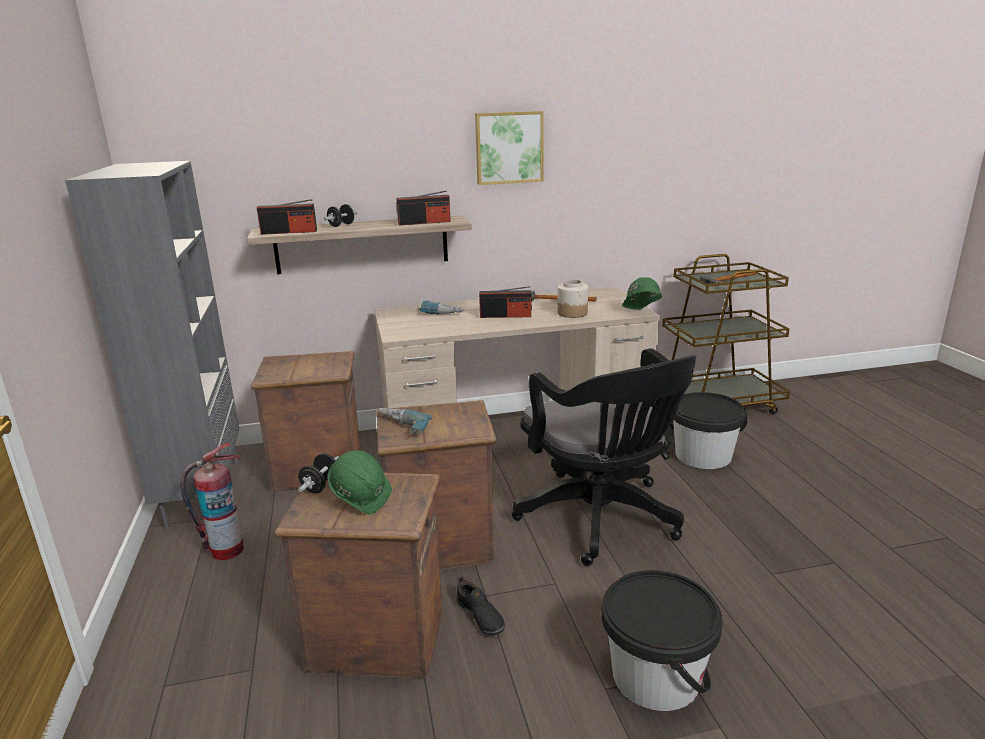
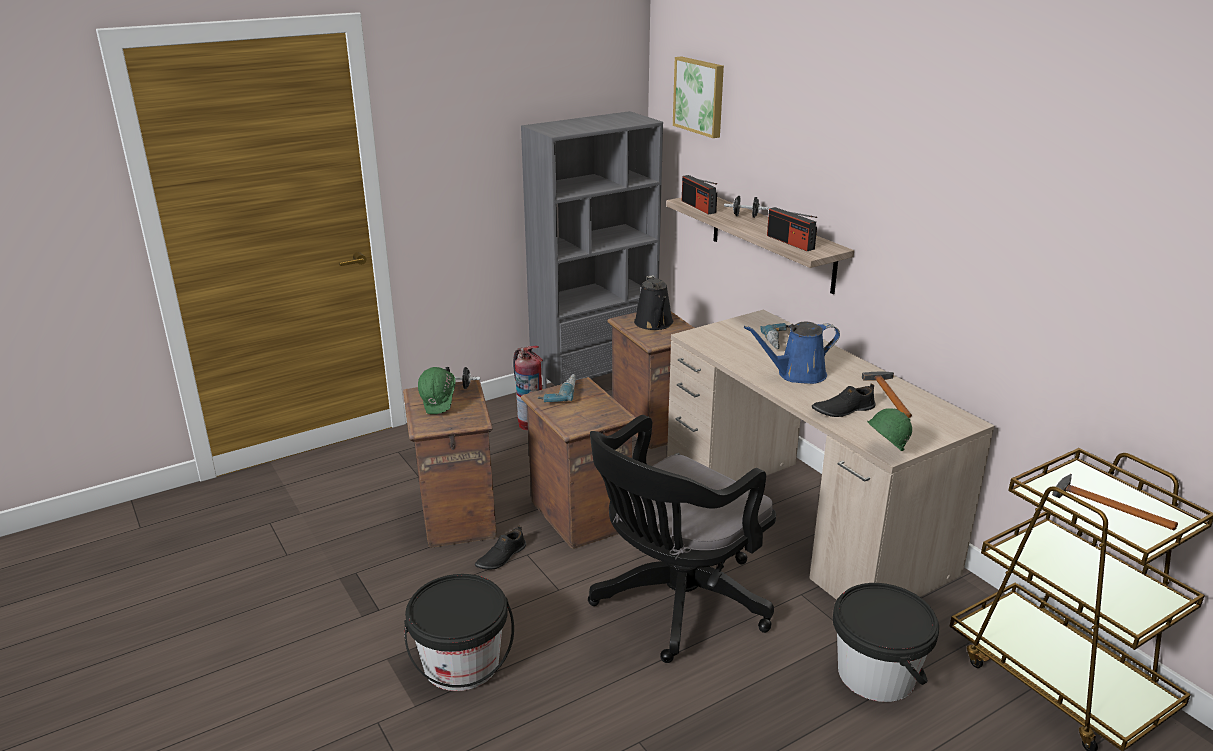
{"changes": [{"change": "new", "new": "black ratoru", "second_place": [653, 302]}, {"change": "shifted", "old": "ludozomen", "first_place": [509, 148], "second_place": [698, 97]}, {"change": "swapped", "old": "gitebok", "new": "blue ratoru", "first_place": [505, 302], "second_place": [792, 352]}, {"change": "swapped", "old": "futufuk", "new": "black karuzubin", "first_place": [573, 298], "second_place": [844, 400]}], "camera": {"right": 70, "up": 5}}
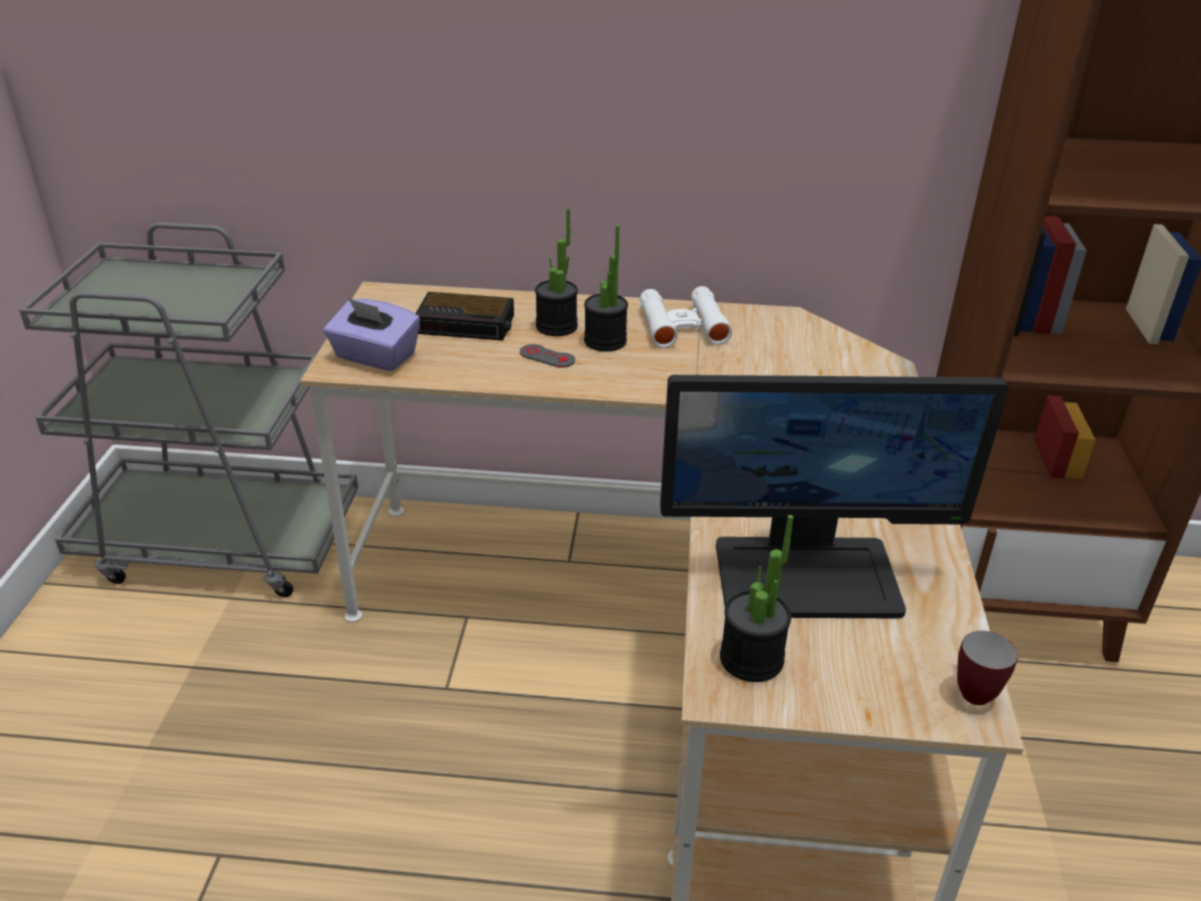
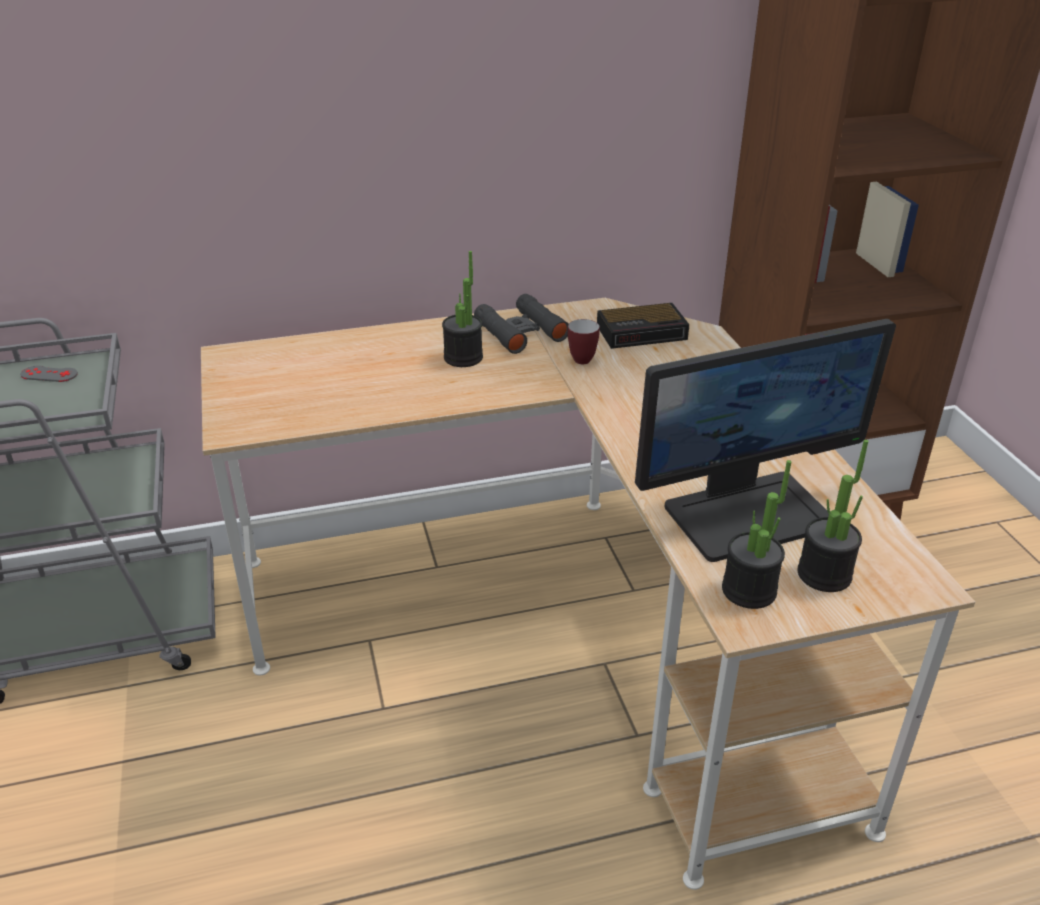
{"changes": [{"change": "shifted", "old": "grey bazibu", "first_place": [547, 356], "second_place": [49, 373]}, {"change": "repainted", "old": "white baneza", "new": "black baneza", "first_place": [686, 317], "second_place": [521, 324]}, {"change": "shifted", "old": "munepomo", "first_place": [987, 668], "second_place": [584, 341]}, {"change": "shifted", "old": "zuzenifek", "first_place": [464, 316], "second_place": [643, 326]}, {"change": "shifted", "old": "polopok", "first_place": [556, 272], "second_place": [833, 516]}, {"change": "gone", "old": "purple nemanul", "first_place": [372, 334]}], "camera": {"right": -20, "up": 0}}
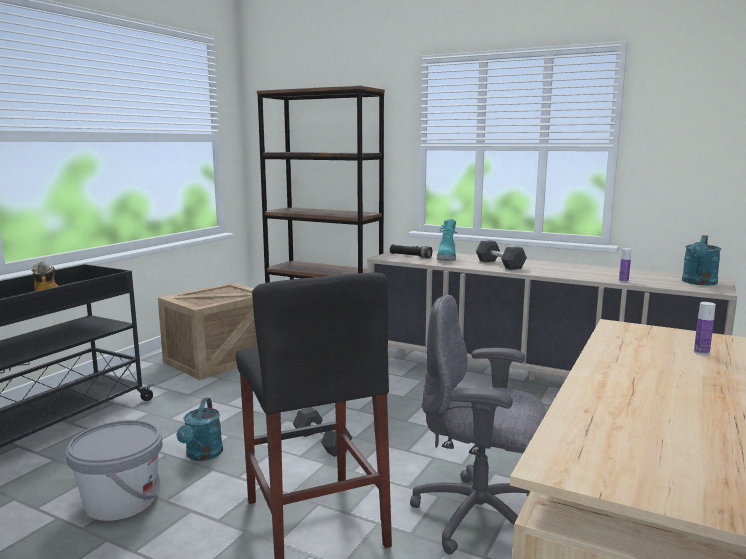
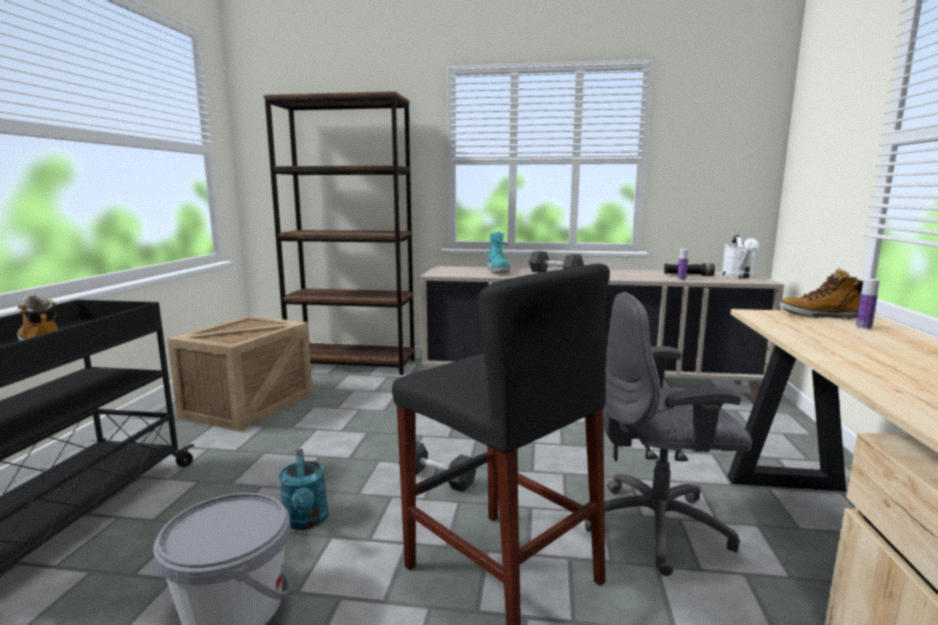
{"changes": [{"change": "shifted", "old": "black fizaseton", "first_place": [411, 251], "second_place": [689, 269]}, {"change": "repainted", "old": "turquoise ratoru", "new": "white ratoru", "first_place": [701, 260], "second_place": [740, 257]}, {"change": "new", "new": "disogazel", "second_place": [821, 293]}], "camera": {"right": -20, "up": 0}}
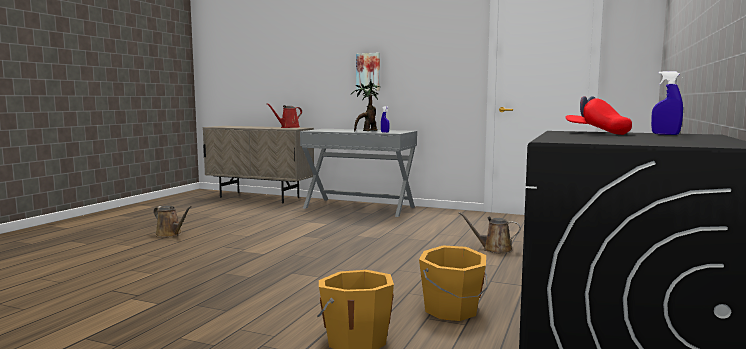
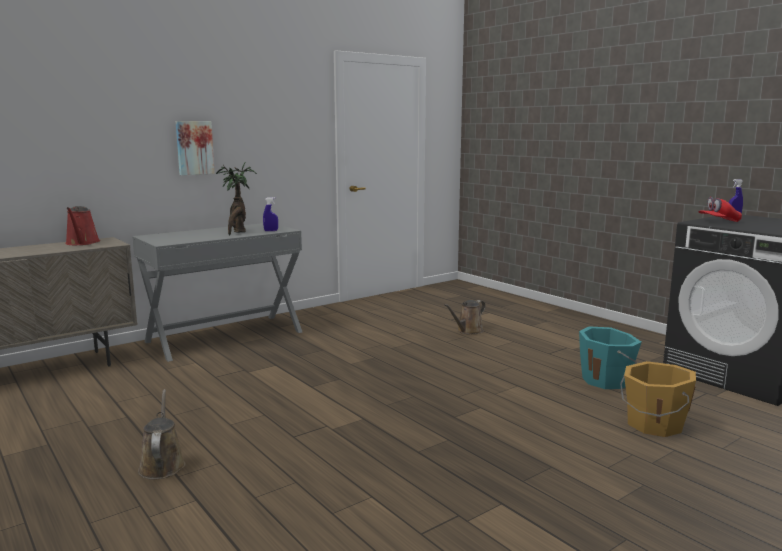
{"changes": [{"change": "rotated", "old": "brown ratoru", "first_place": [172, 221], "second_place": [162, 434], "degrees": -75}, {"change": "repainted", "old": "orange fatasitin", "new": "turquoise fatasitin", "first_place": [453, 283], "second_place": [610, 357]}], "camera": {"right": -60, "up": 5}}
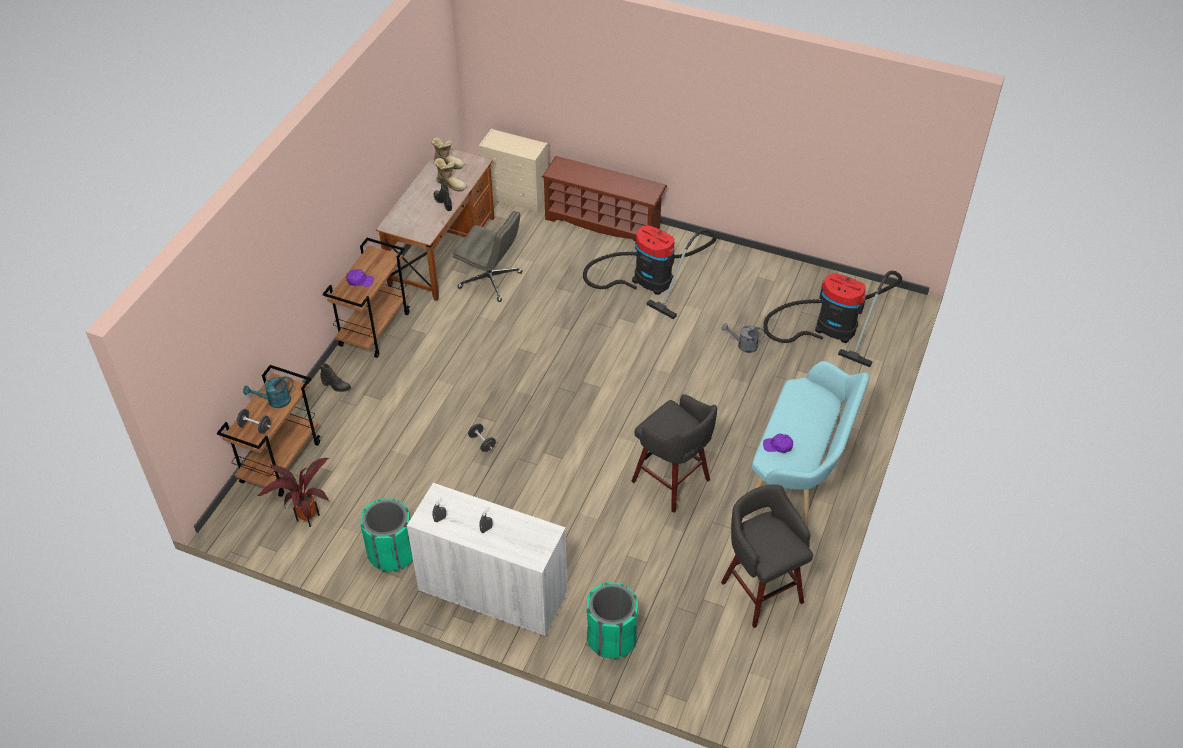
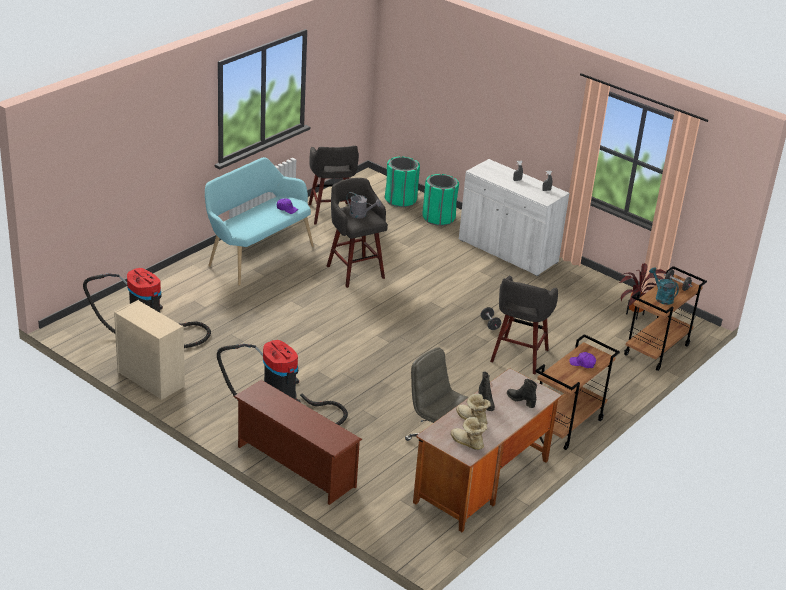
{"changes": [{"change": "shifted", "old": "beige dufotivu", "first_place": [513, 171], "second_place": [149, 350]}, {"change": "shifted", "old": "grey ratoru", "first_place": [743, 338], "second_place": [363, 205]}, {"change": "shifted", "old": "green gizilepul", "first_place": [387, 534], "second_place": [402, 182]}, {"change": "new", "new": "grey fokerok", "second_place": [524, 324]}, {"change": "shifted", "old": "black disogazel", "first_place": [335, 377], "second_place": [522, 393]}, {"change": "rotated", "old": "turquoise ratoru", "first_place": [268, 392], "second_place": [664, 286], "degrees": -120}], "camera": {"right": -165, "up": -15}}
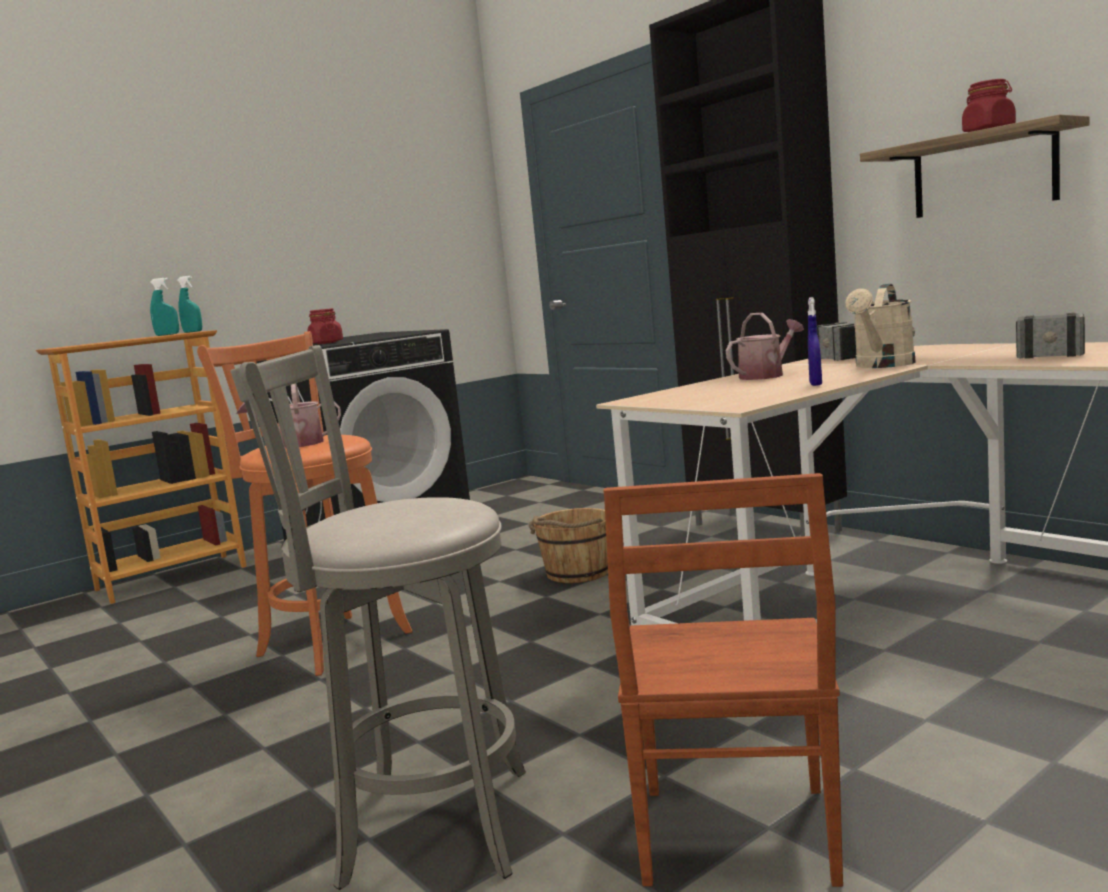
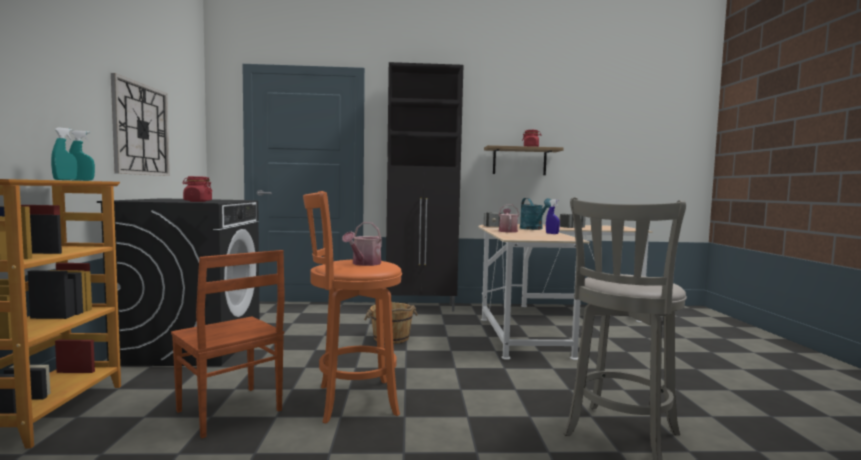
{"changes": [{"change": "new", "new": "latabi", "second_place": [140, 124]}, {"change": "shifted", "old": "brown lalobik", "first_place": [723, 680], "second_place": [228, 344]}, {"change": "repainted", "old": "beige ratoru", "new": "turquoise ratoru", "first_place": [880, 326], "second_place": [535, 214]}], "camera": {"right": -55, "up": -5}}
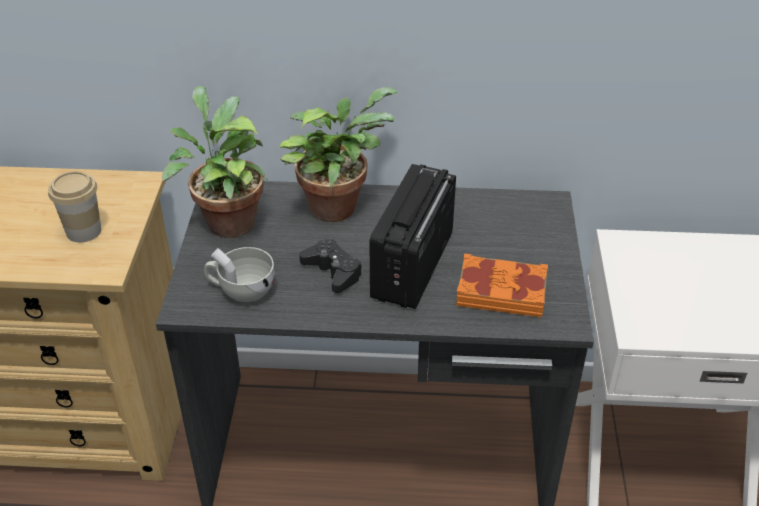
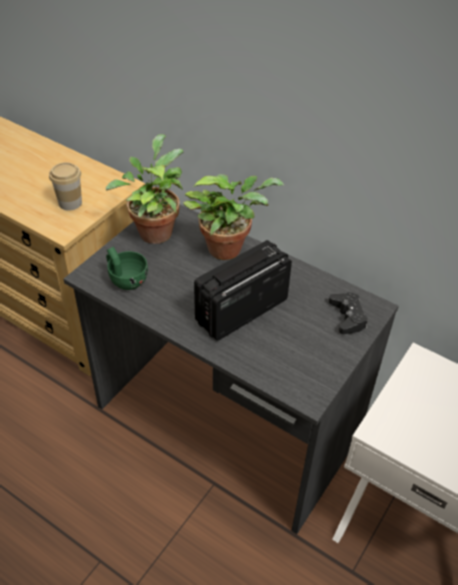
{"changes": [{"change": "repainted", "old": "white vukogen", "new": "green vukogen", "first_place": [239, 274], "second_place": [127, 268]}, {"change": "shifted", "old": "black bazibu", "first_place": [330, 266], "second_place": [348, 313]}, {"change": "gone", "old": "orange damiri", "first_place": [502, 285]}], "camera": {"right": 30, "up": 5}}
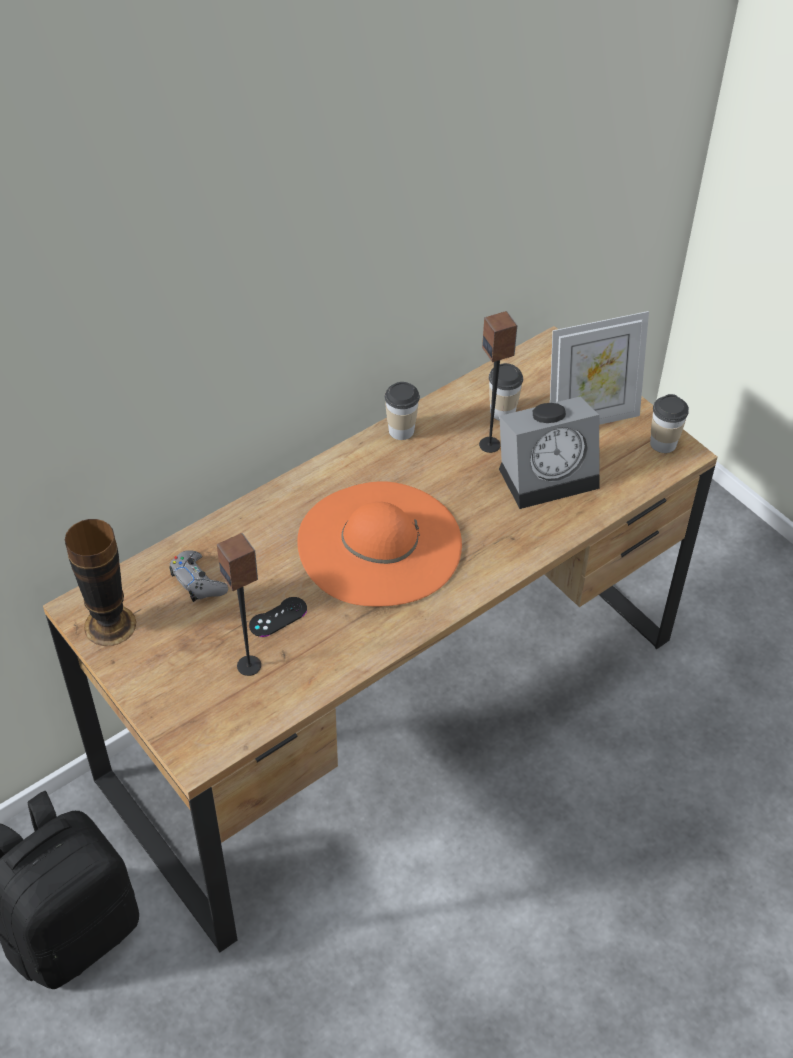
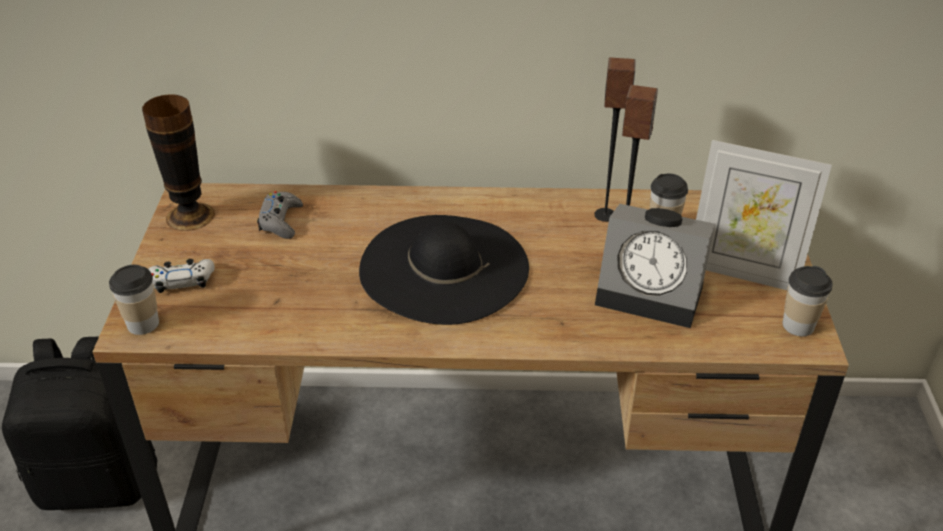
{"changes": [{"change": "shifted", "old": "vukogen", "first_place": [402, 411], "second_place": [134, 300]}, {"change": "new", "new": "white bazibu", "second_place": [182, 276]}, {"change": "repainted", "old": "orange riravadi", "new": "black riravadi", "first_place": [379, 543], "second_place": [444, 270]}, {"change": "shifted", "old": "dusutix", "first_place": [239, 604], "second_place": [614, 139]}, {"change": "gone", "old": "black bazibu", "first_place": [278, 617]}], "camera": {"right": 40, "up": -10}}
